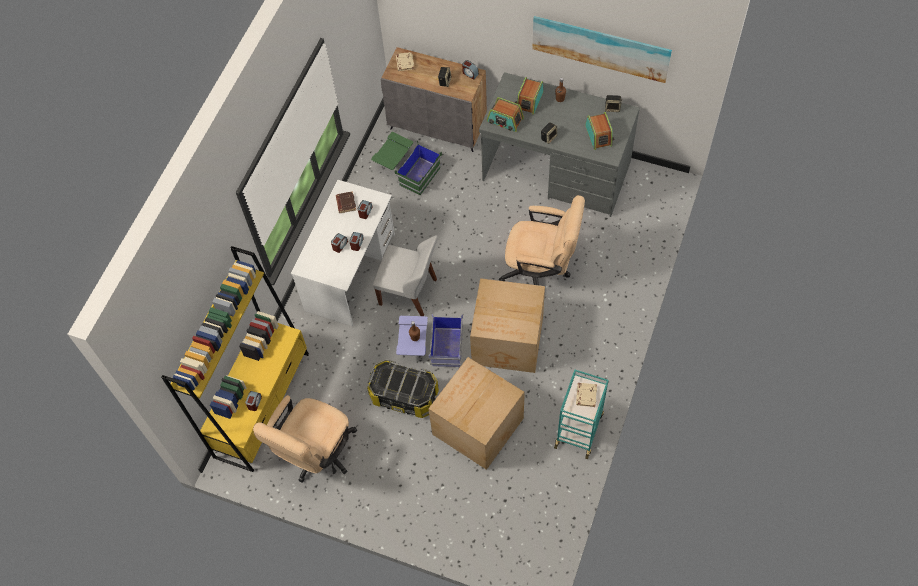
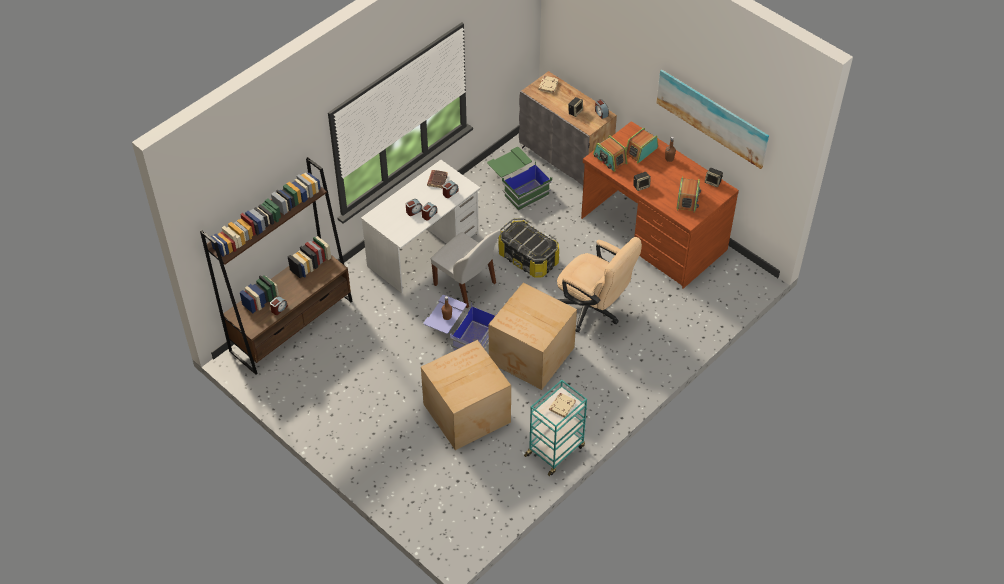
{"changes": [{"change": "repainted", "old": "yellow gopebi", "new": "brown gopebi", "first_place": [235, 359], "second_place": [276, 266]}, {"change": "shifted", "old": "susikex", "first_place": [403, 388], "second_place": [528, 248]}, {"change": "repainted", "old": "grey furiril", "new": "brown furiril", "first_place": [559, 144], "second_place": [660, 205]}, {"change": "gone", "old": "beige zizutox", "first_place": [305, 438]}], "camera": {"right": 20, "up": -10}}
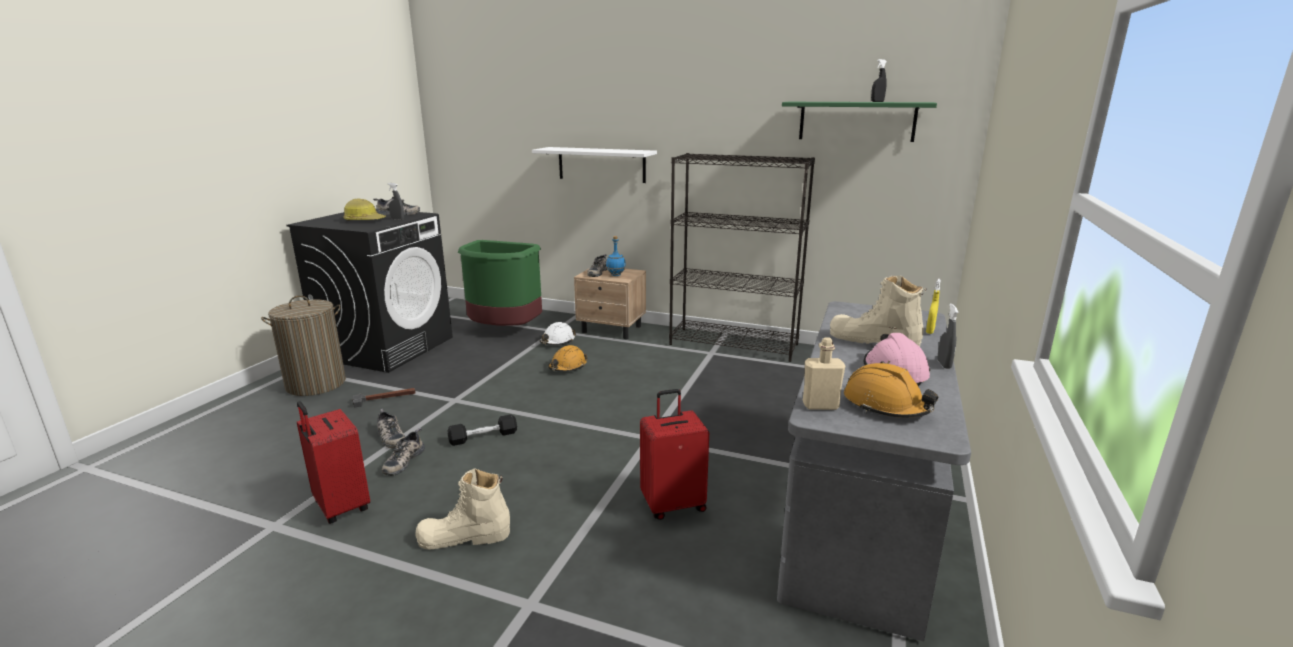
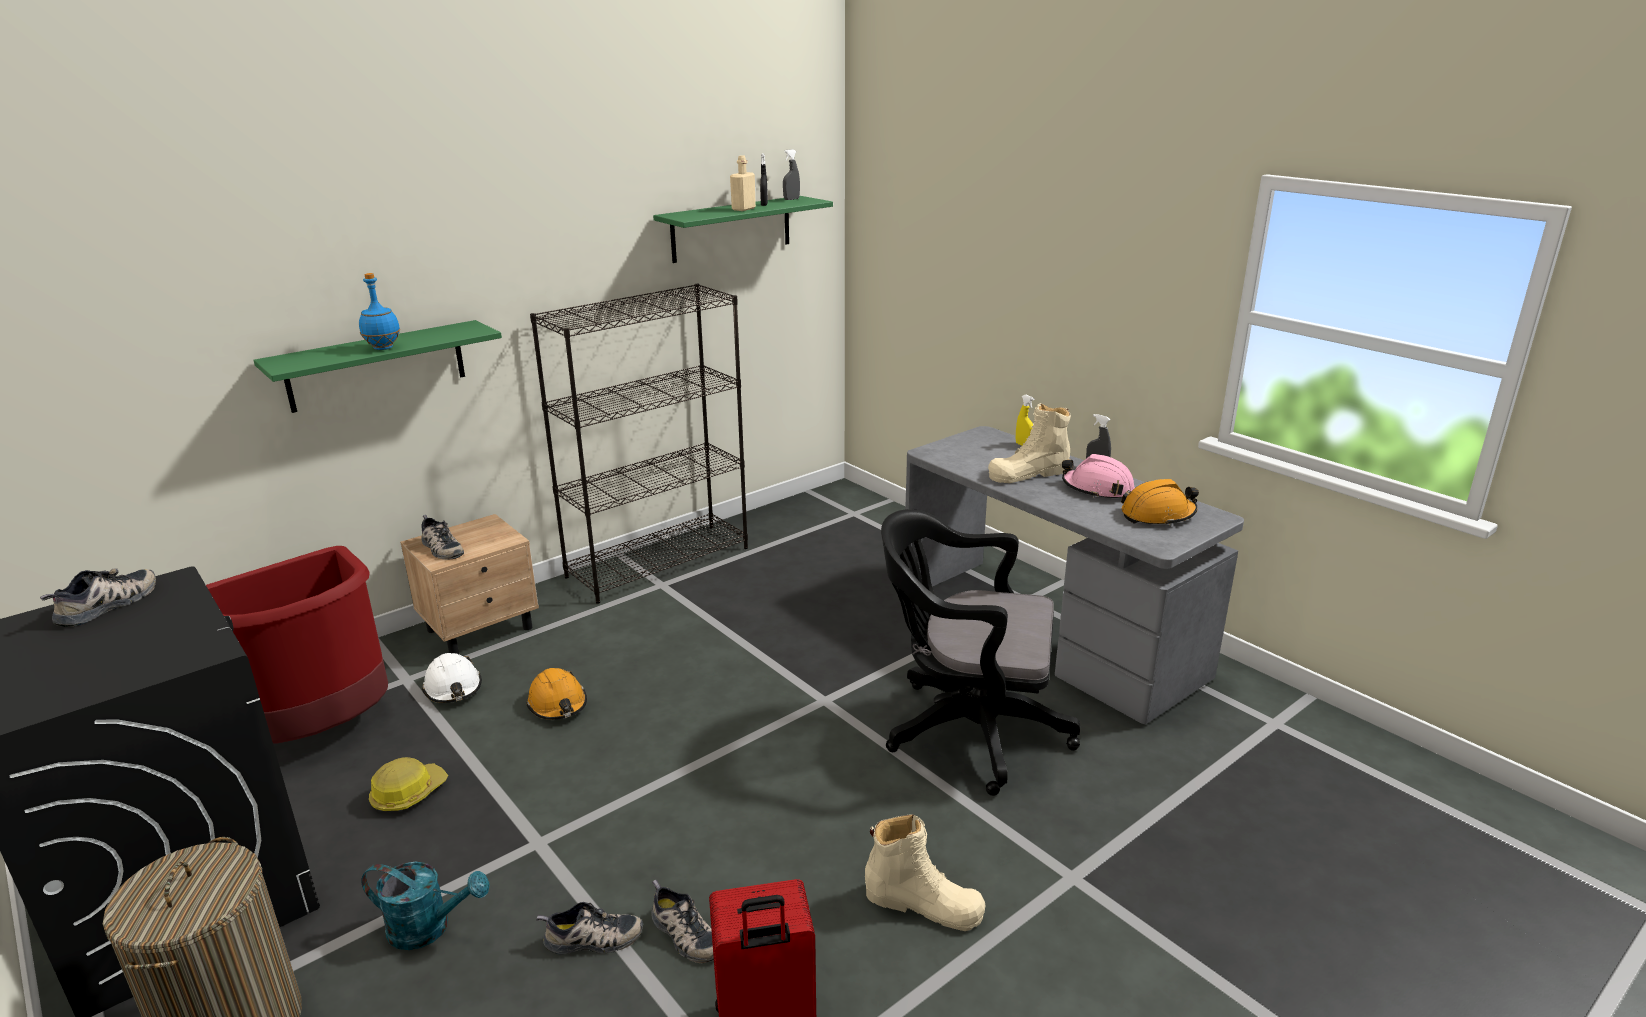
{"changes": [{"change": "repainted", "old": "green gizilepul", "new": "red gizilepul", "first_place": [500, 283], "second_place": [297, 645]}, {"change": "repainted", "old": "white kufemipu", "new": "green kufemipu", "first_place": [594, 165], "second_place": [378, 366]}, {"change": "shifted", "old": "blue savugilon", "first_place": [616, 256], "second_place": [379, 311]}, {"change": "swapped", "old": "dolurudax", "new": "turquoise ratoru", "first_place": [384, 398], "second_place": [425, 906]}, {"change": "shifted", "old": "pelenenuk", "first_place": [364, 210], "second_place": [408, 784]}, {"change": "shifted", "old": "beige savugilon", "first_place": [824, 373], "second_place": [743, 183]}, {"change": "shifted", "old": "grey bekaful", "first_place": [395, 201], "second_place": [791, 174]}, {"change": "rotated", "old": "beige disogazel", "first_place": [462, 509], "second_place": [925, 872], "degrees": -90}, {"change": "swapped", "old": "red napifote", "new": "black zizutox", "first_place": [674, 454], "second_place": [980, 652]}, {"change": "gone", "old": "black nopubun", "first_place": [482, 430]}], "camera": {"right": -60, "up": 5}}
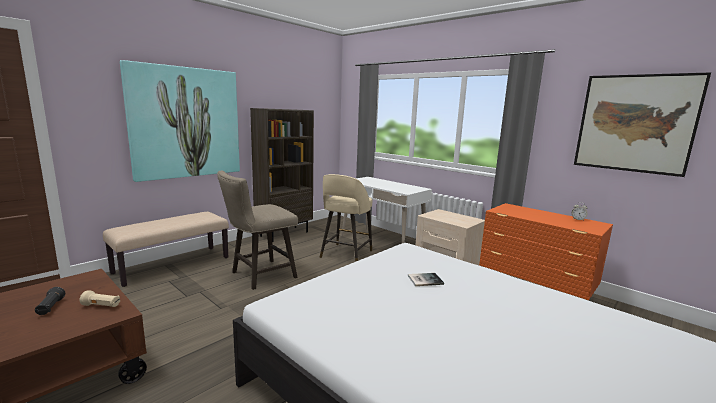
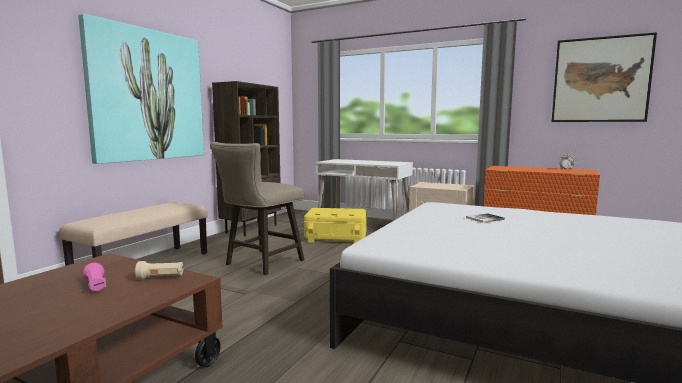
{"changes": [{"change": "repainted", "old": "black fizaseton", "new": "pink fizaseton", "first_place": [50, 301], "second_place": [94, 277]}, {"change": "swapped", "old": "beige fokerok", "new": "yellow susikex", "first_place": [346, 218], "second_place": [335, 225]}], "camera": {"right": -15, "up": -5}}
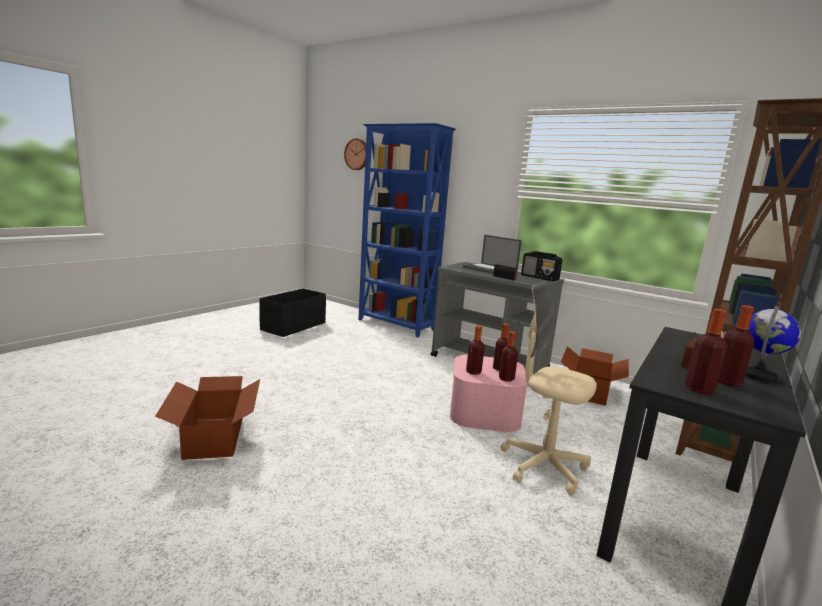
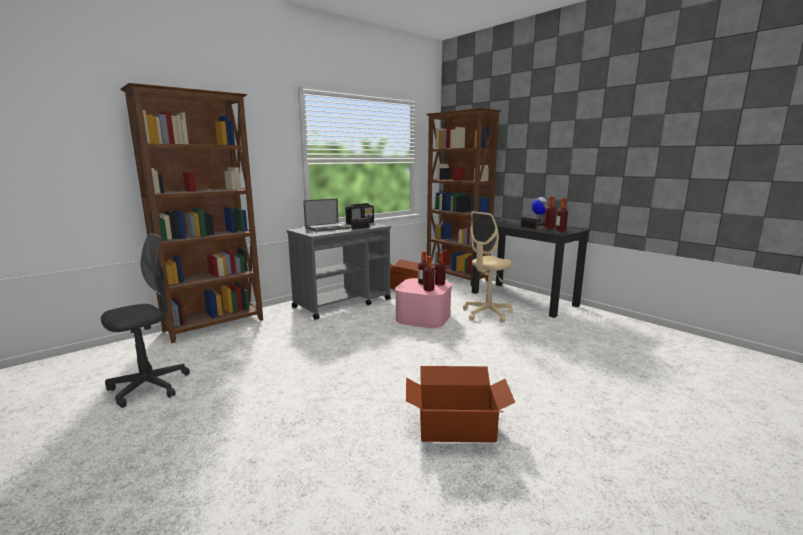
{"changes": [{"change": "swapped", "old": "black susikex", "new": "grey zizutox", "first_place": [292, 313], "second_place": [145, 320]}, {"change": "repainted", "old": "blue gopebi", "new": "brown gopebi", "first_place": [407, 230], "second_place": [191, 213]}, {"change": "gone", "old": "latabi", "first_place": [355, 154]}], "camera": {"right": -75, "up": 0}}
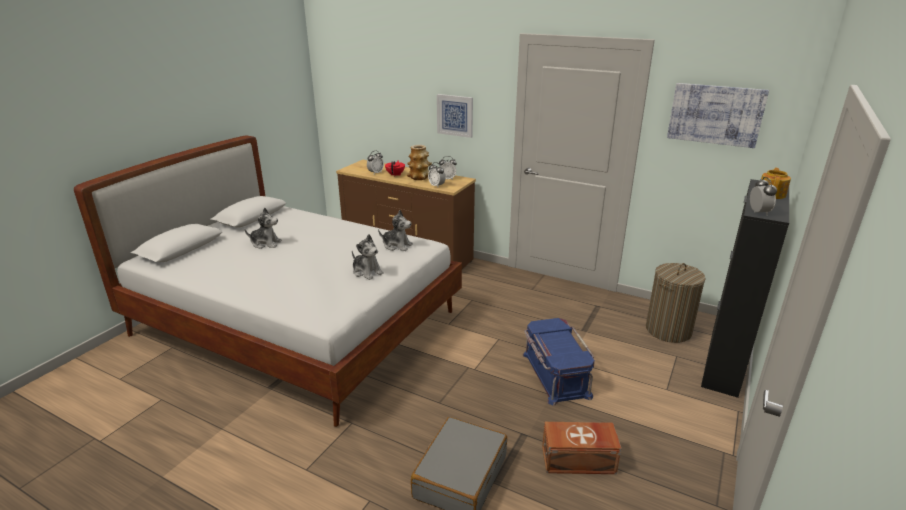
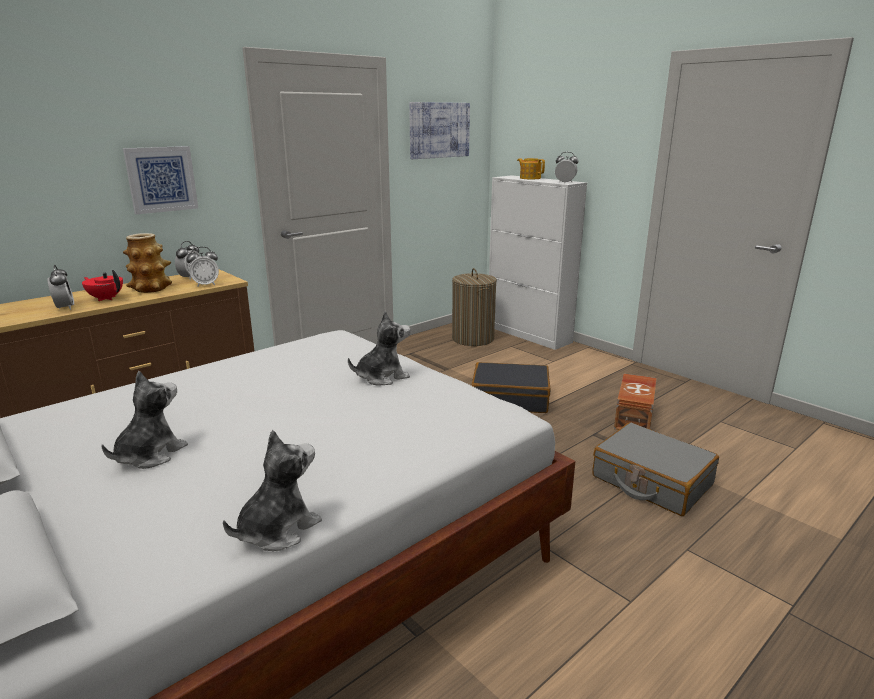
{"changes": [{"change": "shifted", "old": "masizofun", "first_place": [395, 230], "second_place": [272, 490]}, {"change": "swapped", "old": "blue susikex", "new": "black napifote", "first_place": [558, 362], "second_place": [510, 387]}, {"change": "repainted", "old": "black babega", "new": "white babega", "first_place": [745, 288], "second_place": [538, 262]}], "camera": {"right": -70, "up": -5}}
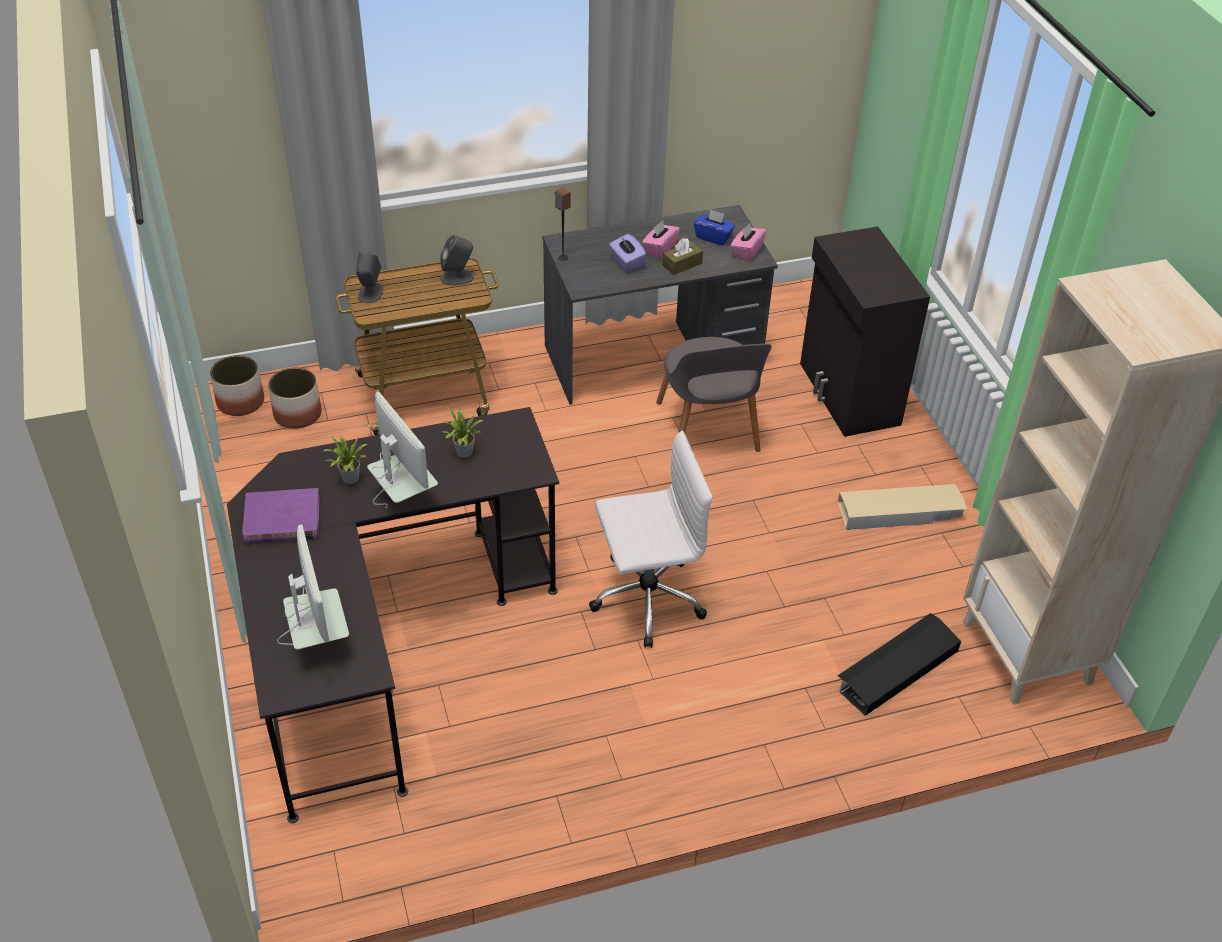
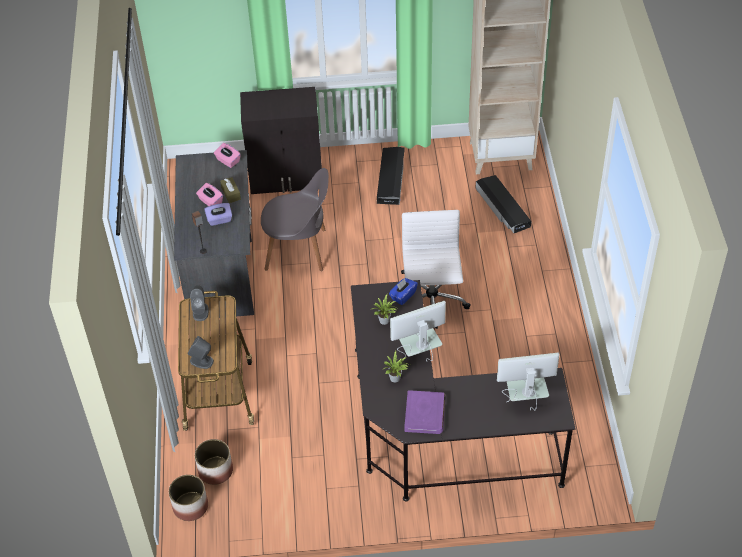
{"changes": [{"change": "repainted", "old": "beige susikex", "new": "black susikex", "first_place": [902, 507], "second_place": [391, 176]}, {"change": "shifted", "old": "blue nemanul", "first_place": [714, 227], "second_place": [403, 291]}], "camera": {"right": -75, "up": 5}}
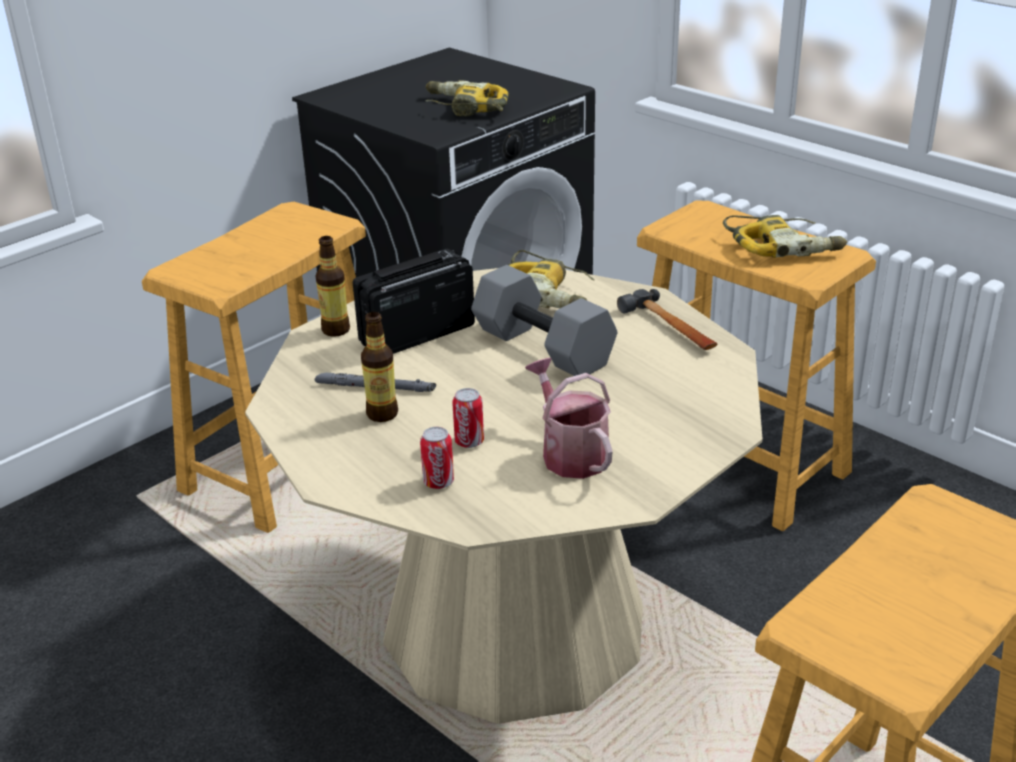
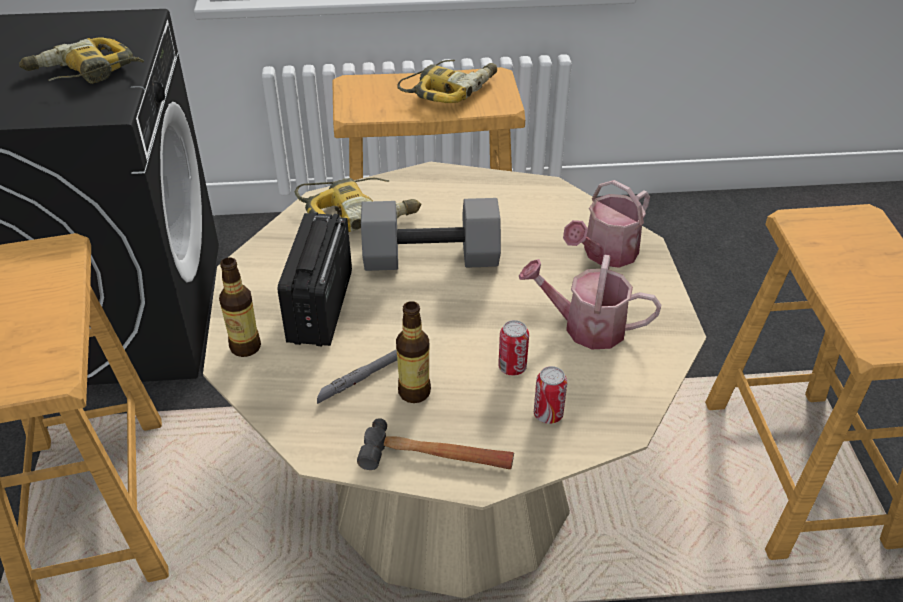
{"changes": [{"change": "shifted", "old": "dolurudax", "first_place": [667, 319], "second_place": [435, 444]}, {"change": "new", "new": "ratoru", "second_place": [606, 224]}], "camera": {"right": -50, "up": 10}}
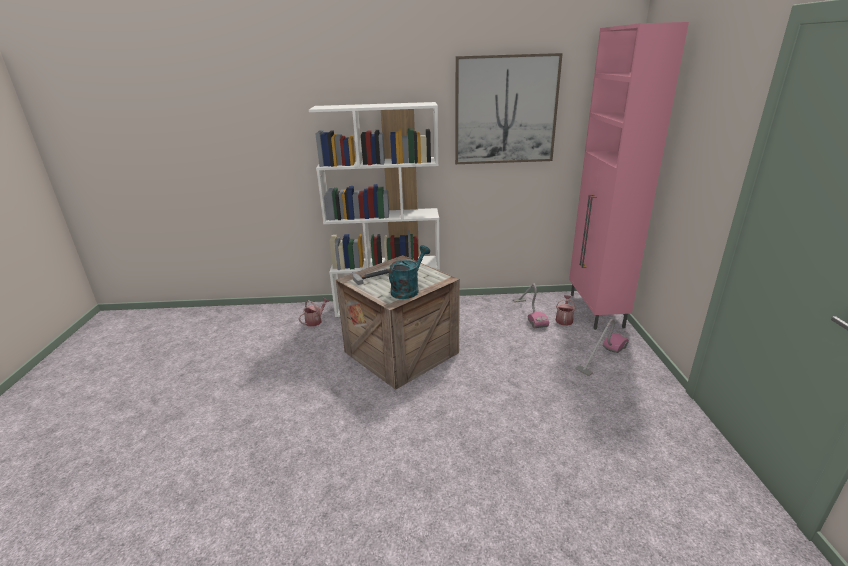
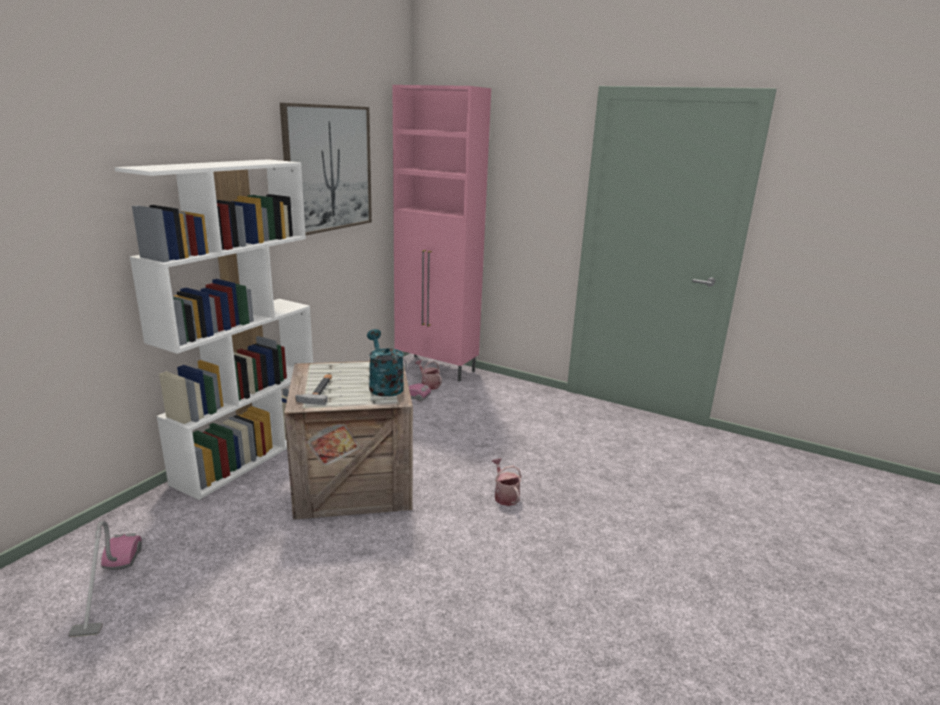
{"changes": [{"change": "shifted", "old": "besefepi", "first_place": [602, 347], "second_place": [105, 578]}, {"change": "shifted", "old": "ratoru", "first_place": [314, 312], "second_place": [507, 482]}], "camera": {"right": -60, "up": -5}}
